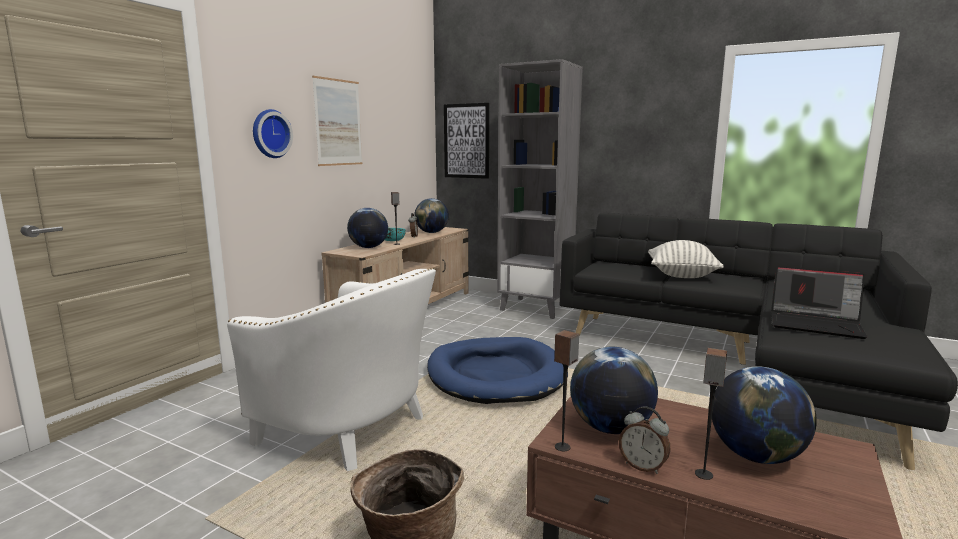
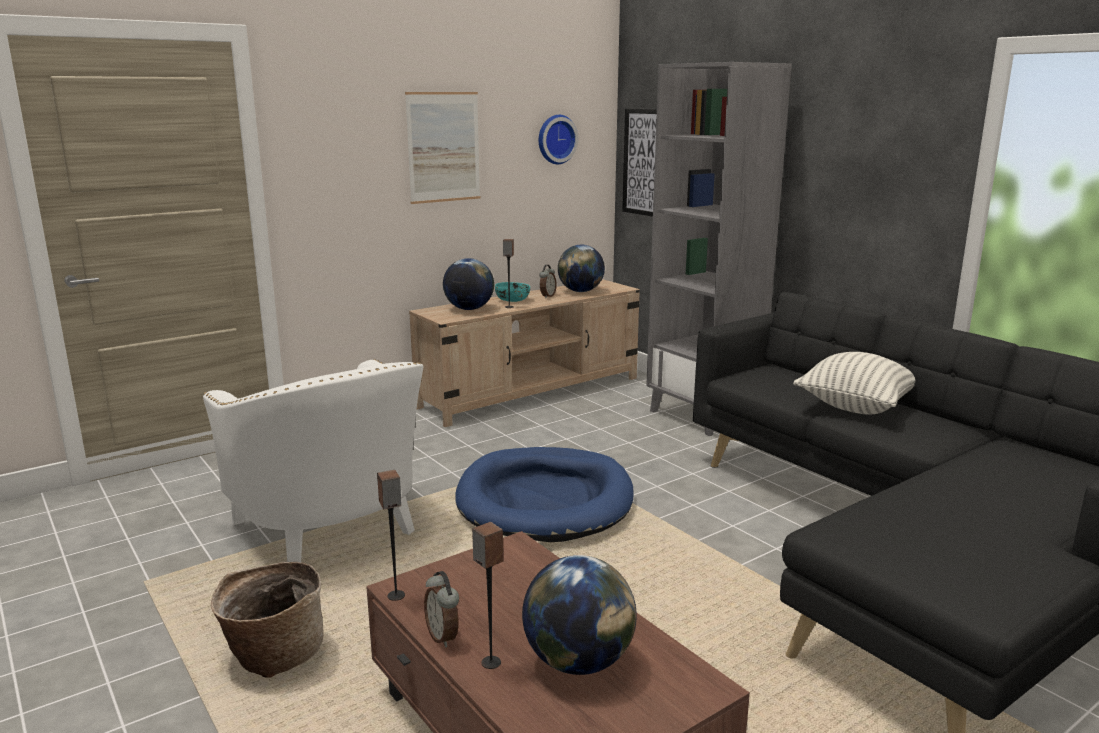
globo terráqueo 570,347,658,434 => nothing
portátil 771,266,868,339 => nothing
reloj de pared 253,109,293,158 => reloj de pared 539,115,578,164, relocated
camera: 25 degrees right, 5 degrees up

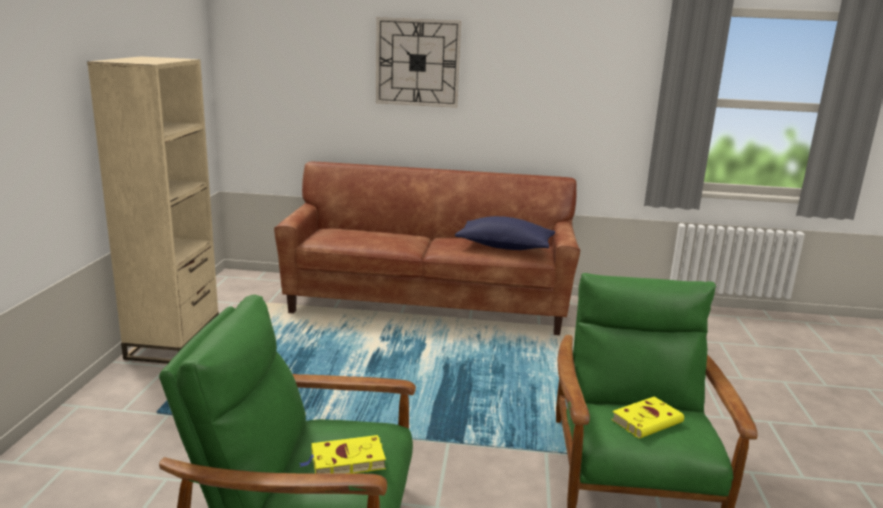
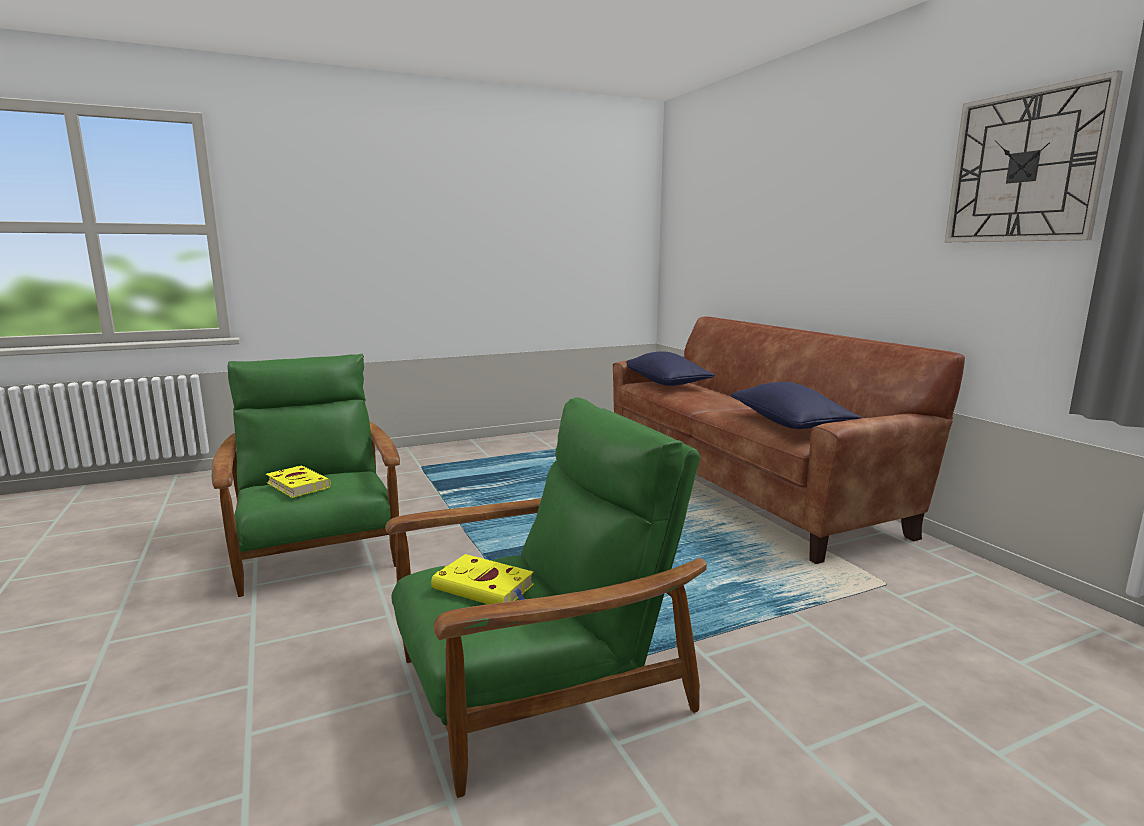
estantería [beis] 87,56,219,364 => nothing
nothing => cojín [azul] 626,351,715,386
reloj de pared 376,17,461,108 => reloj de pared 945,70,1123,242, relocated
camera: 60 degrees right, 5 degrees down

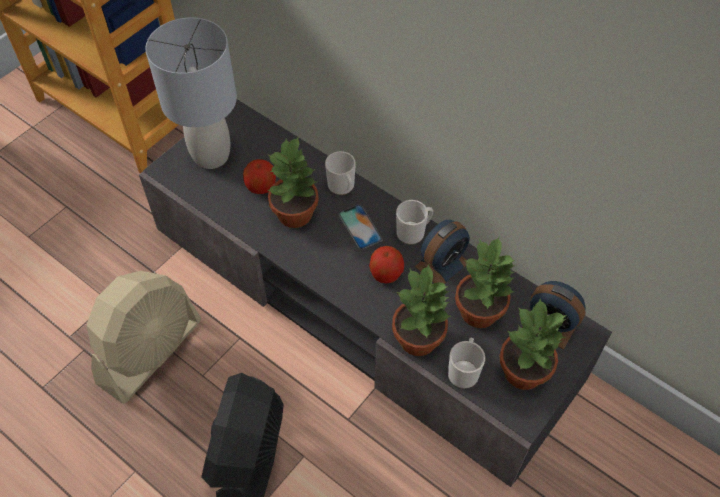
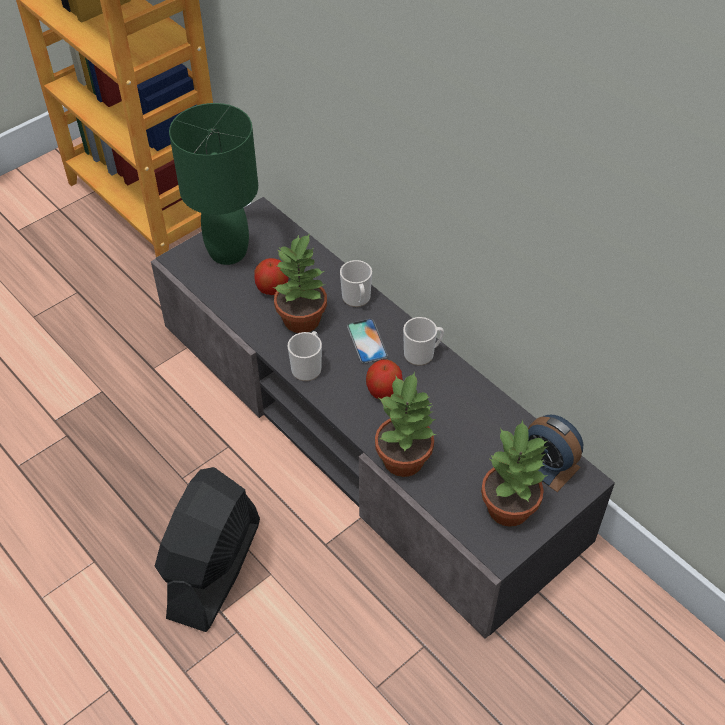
ventilador [beis] 86,271,201,404 => nothing
despertador 415,220,470,284 => nothing
planta en maceta 455,237,516,328 => nothing
taza grande 448,338,485,389 => taza grande 288,331,322,381, relocated
lámpara de mesa [gris] 145,17,237,169 => lámpara de mesa [verde] 169,103,258,265
camera: 10 degrees right, 5 degrees down

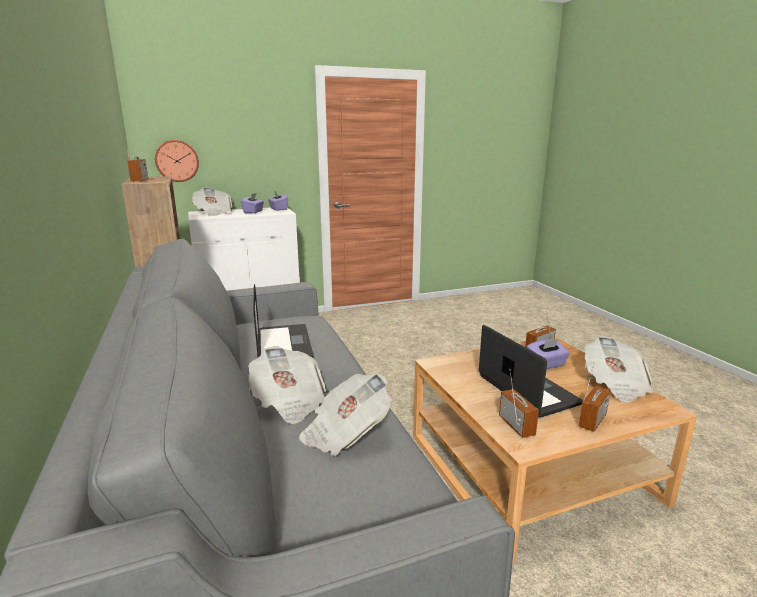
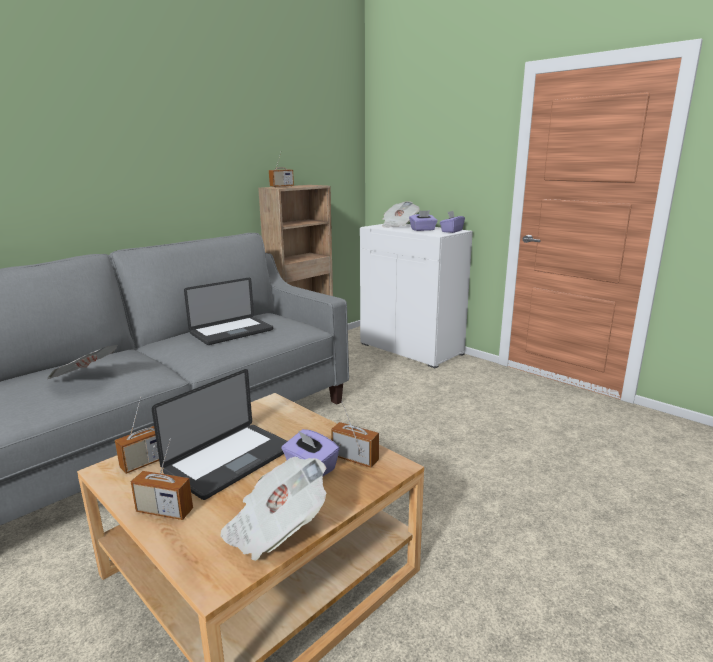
reloj de pared 155,140,199,182 => nothing
periódico 248,346,326,424 => nothing
camera: 65 degrees right, 0 degrees up

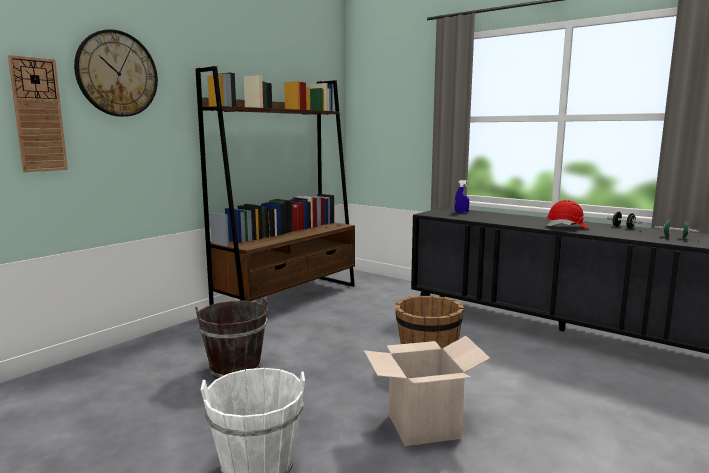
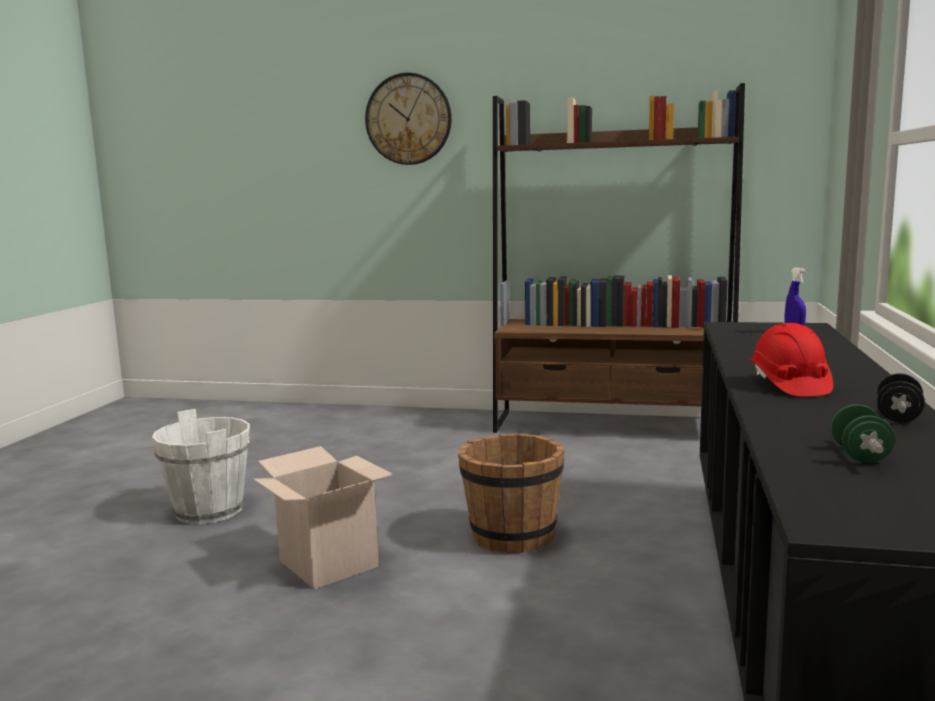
reloj de pared 8,55,68,172 => nothing
cubo [marrón] 195,298,268,379 => nothing
camera: 65 degrees right, 0 degrees up

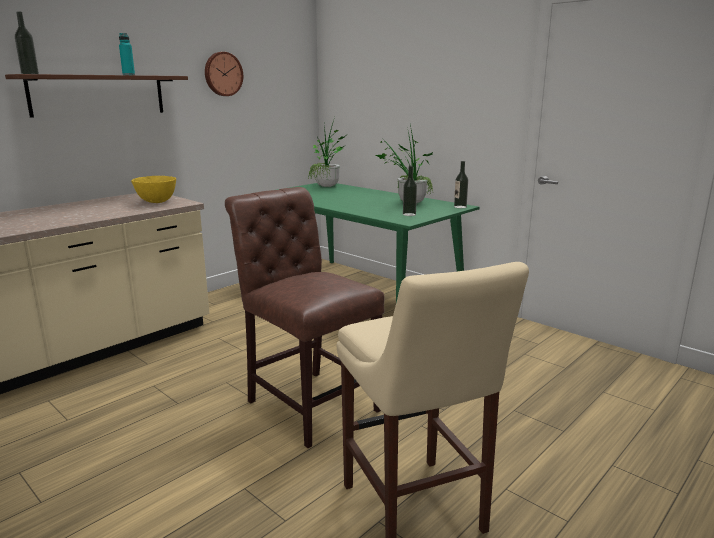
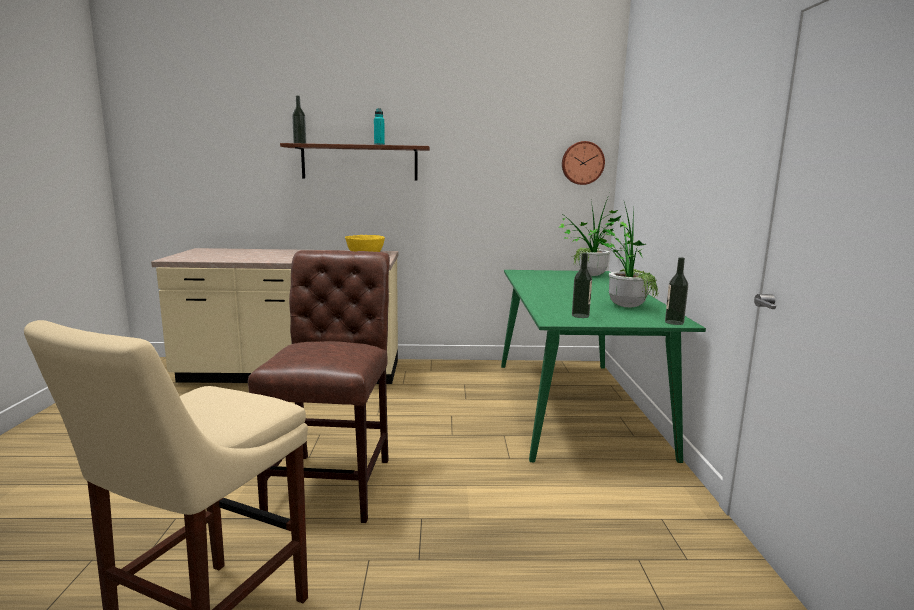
reloj de pared 205,52,243,96 => reloj de pared 562,141,605,185, relocated
camera: 45 degrees right, 5 degrees down

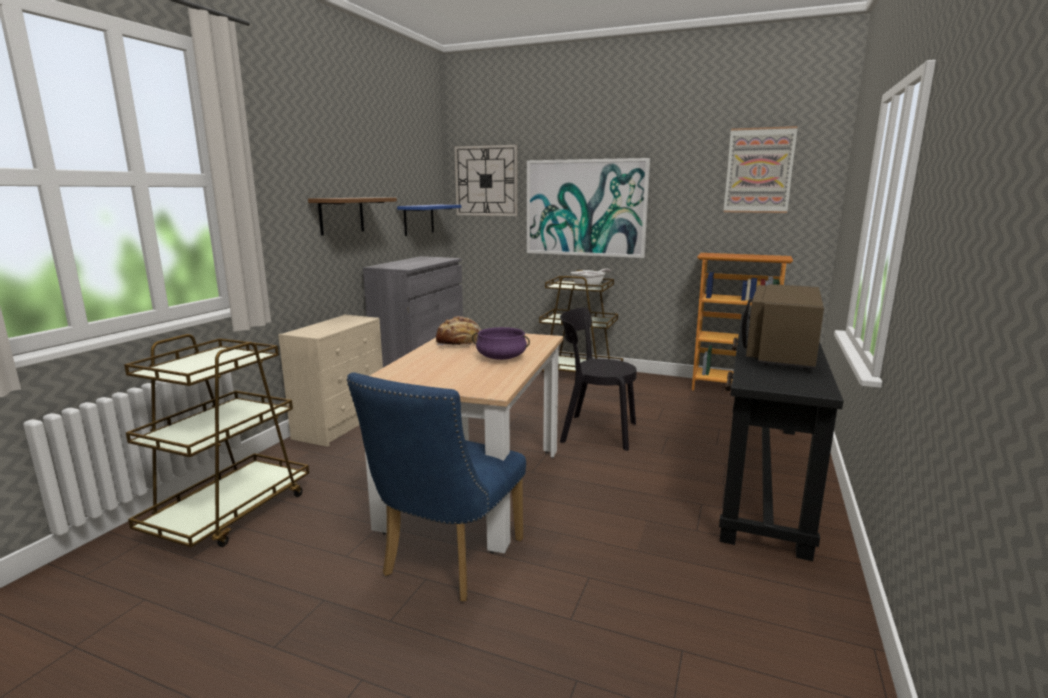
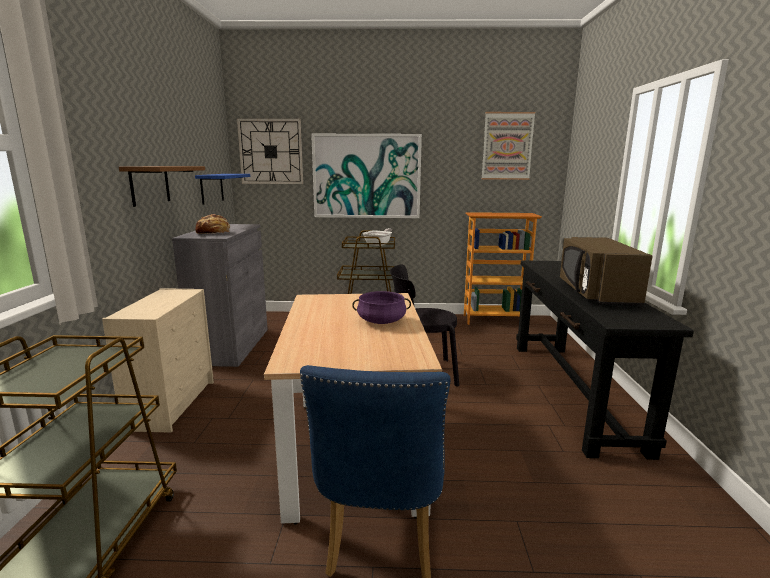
pan 436,316,481,346 => pan 195,214,230,234, relocated
camera: 20 degrees left, 0 degrees up

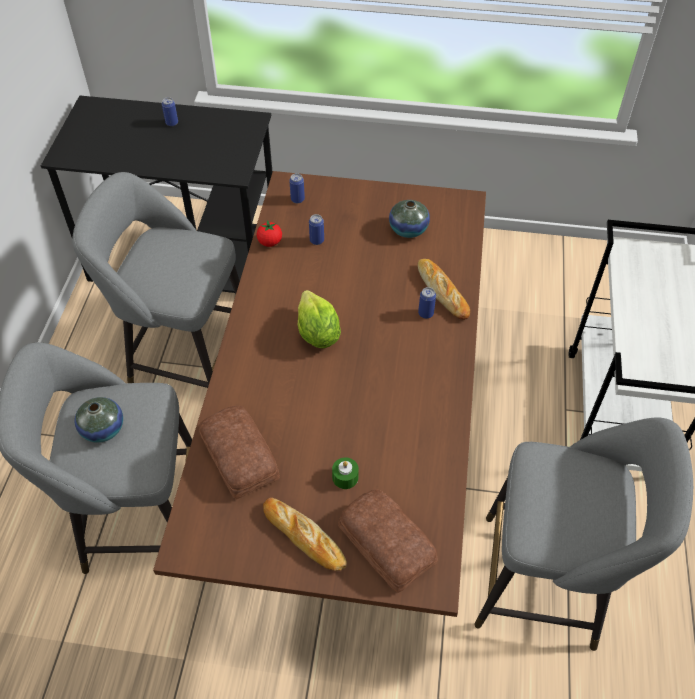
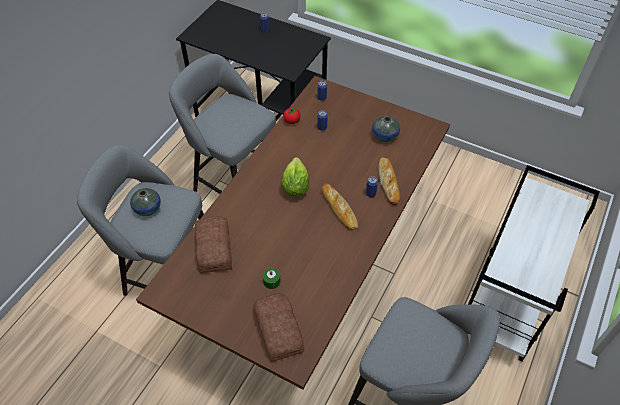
pan 263,497,347,571 => pan 322,184,358,230, relocated
camera: 20 degrees right, 0 degrees up

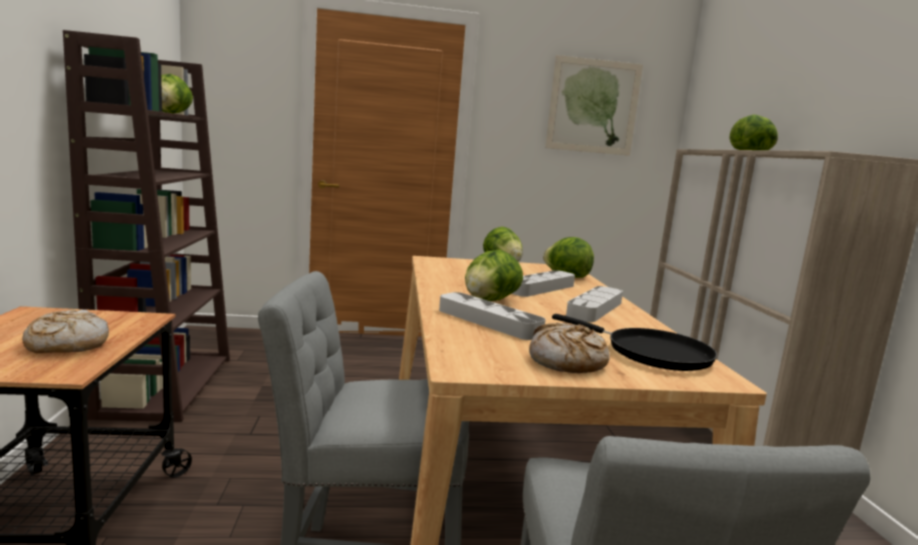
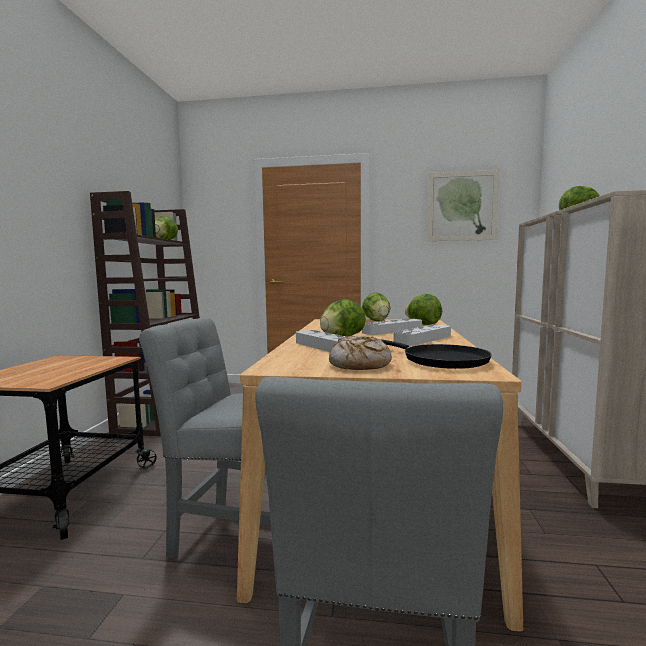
pan 22,310,109,353 => nothing
camera: 15 degrees right, 5 degrees down

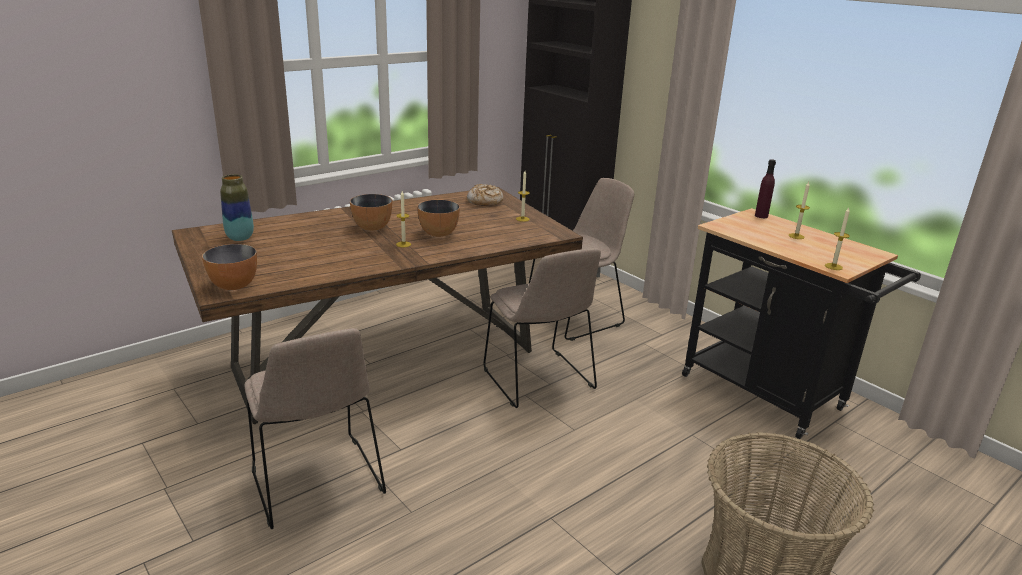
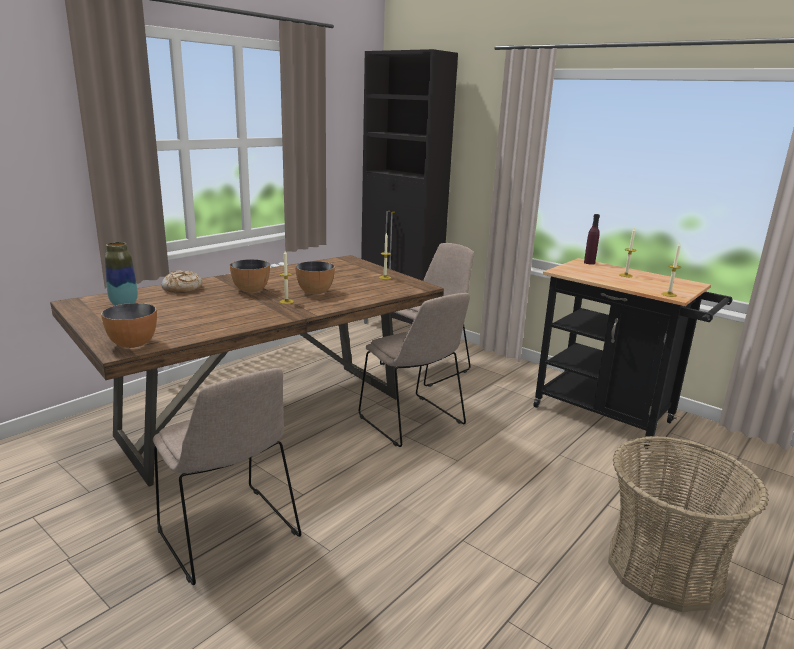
pan 467,184,504,206 => pan 161,270,203,293, relocated
camera: 10 degrees left, 5 degrees down

